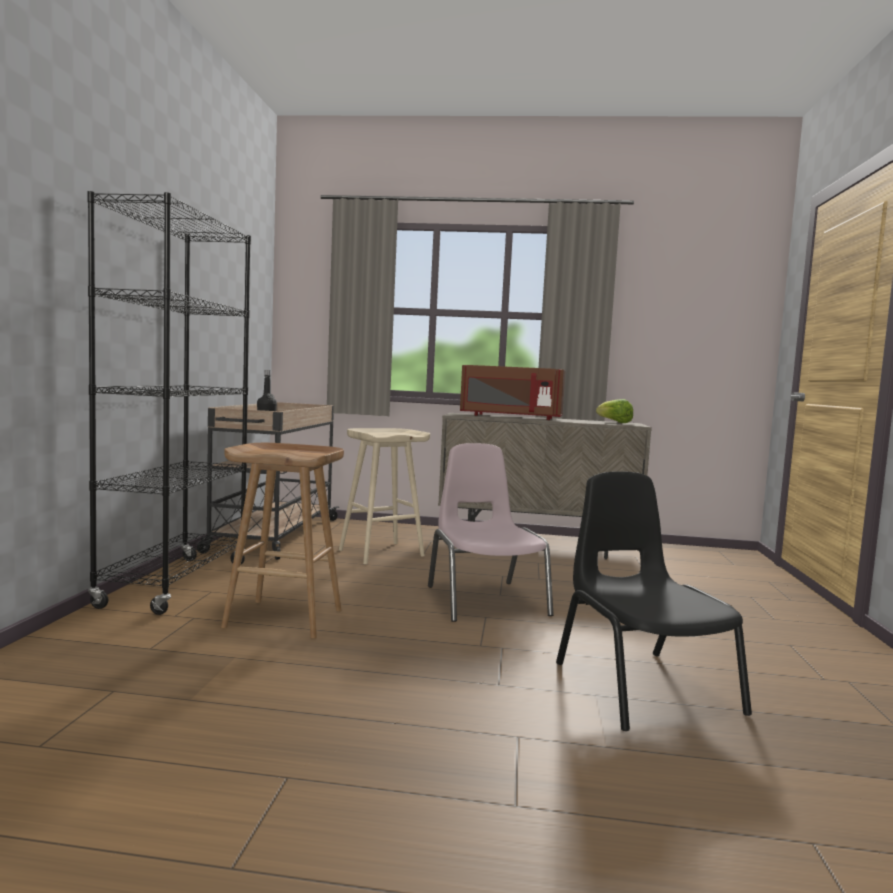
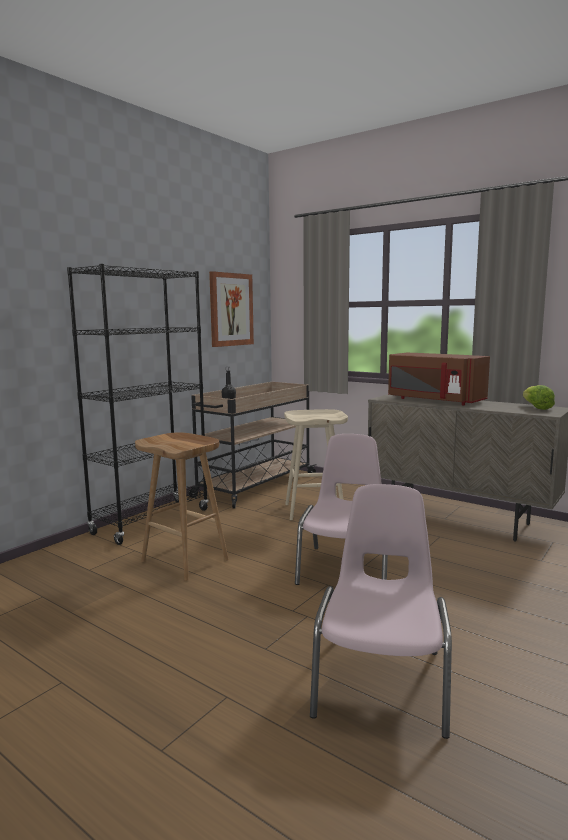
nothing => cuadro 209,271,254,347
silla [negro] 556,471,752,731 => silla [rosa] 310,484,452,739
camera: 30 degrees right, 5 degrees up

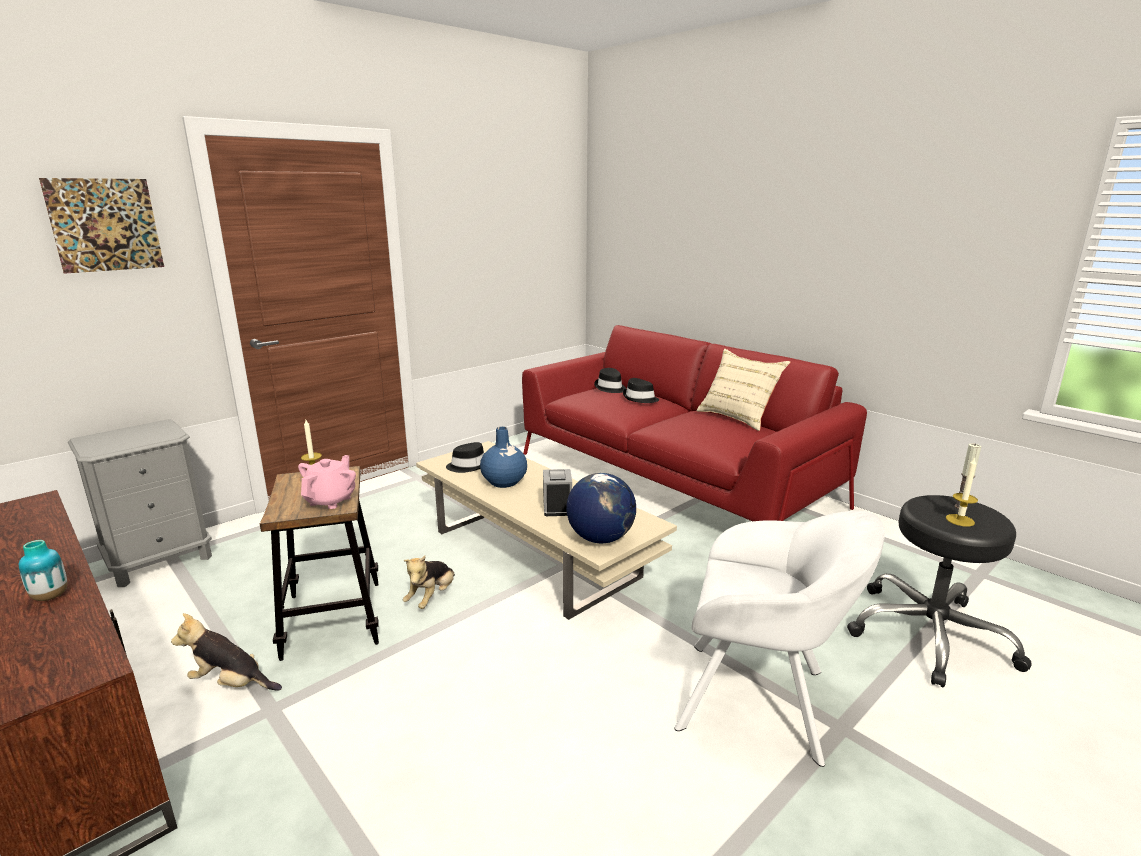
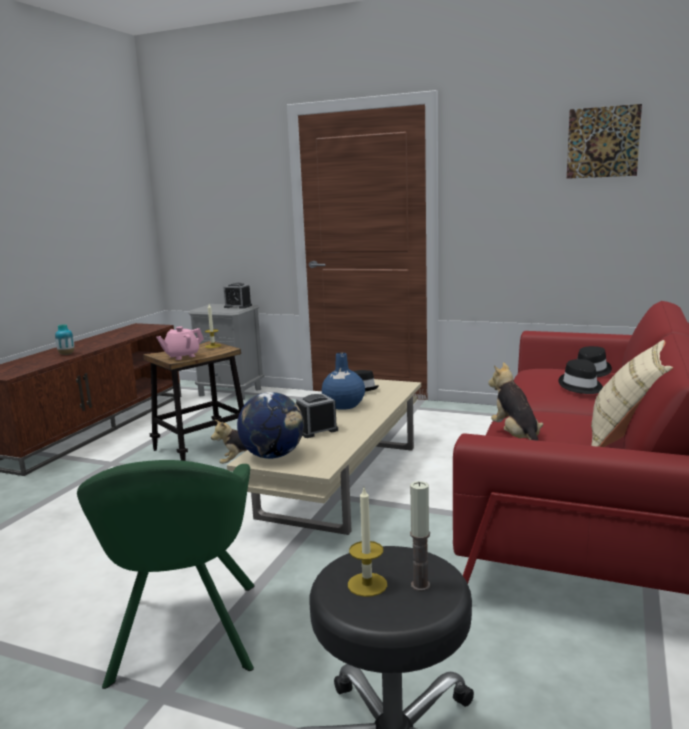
nothing => despertador 223,283,252,309
cuadro 39,178,164,274 => cuadro 567,104,642,179, relocated
peluche 171,613,282,691 => peluche 488,362,543,441, relocated
sillón [blanco] 675,511,885,767 => sillón [verde] 77,460,254,689
tetera [rosa] 298,455,356,509 => tetera [rosa] 156,326,204,360, 150 degrees clockwise
camera: 65 degrees right, 5 degrees down

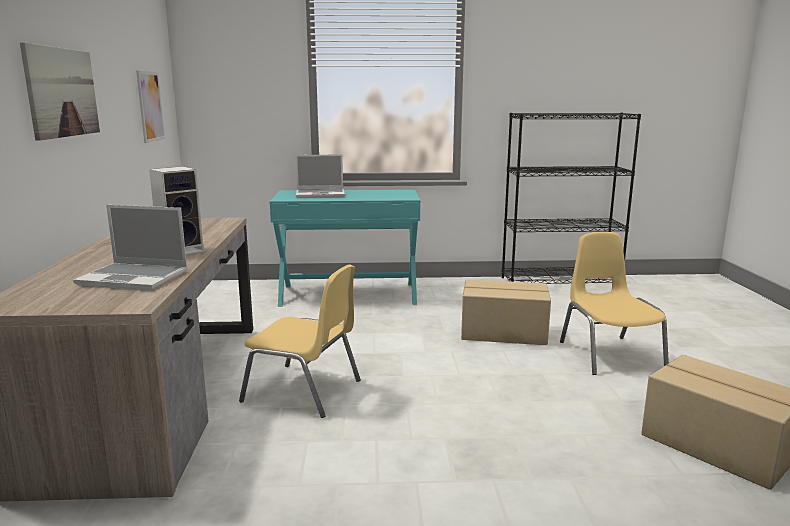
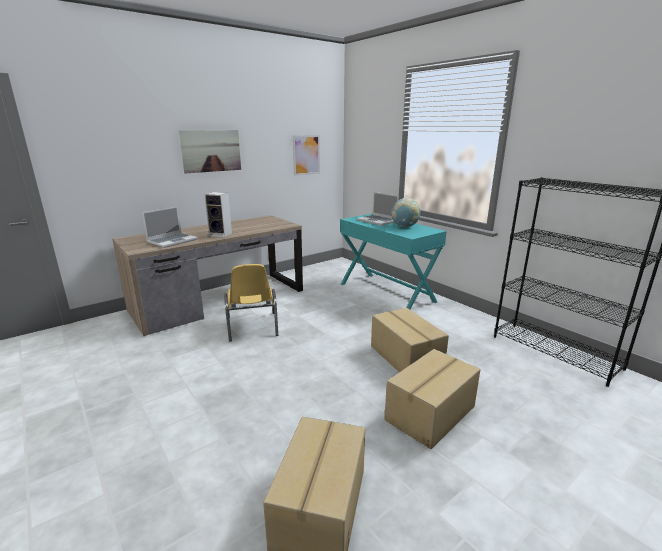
nothing => globo terráqueo 391,198,421,227
silla [amarillo] 560,232,669,375 => caja de cartón 384,349,480,449
portátil 73,205,188,290 => portátil 142,206,198,248, 120 degrees counterclockwise
camera: 55 degrees right, 5 degrees up

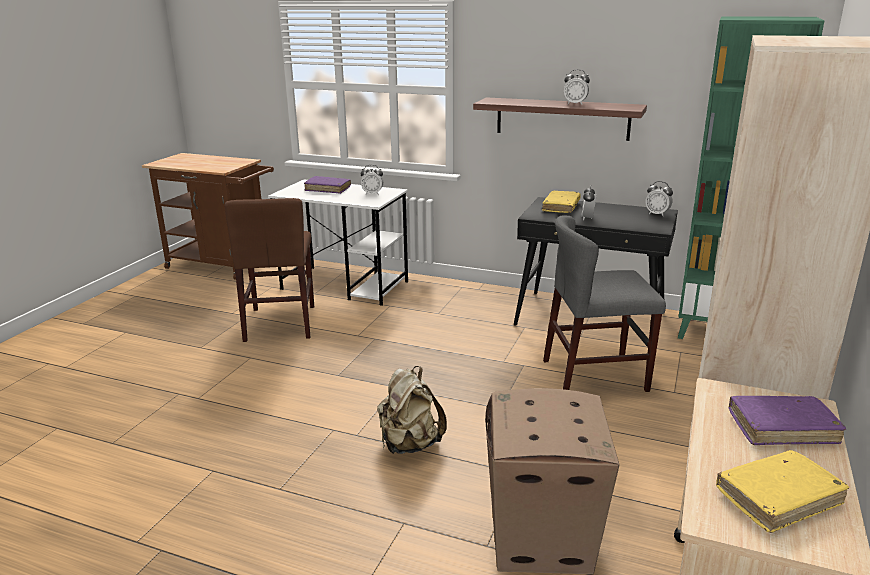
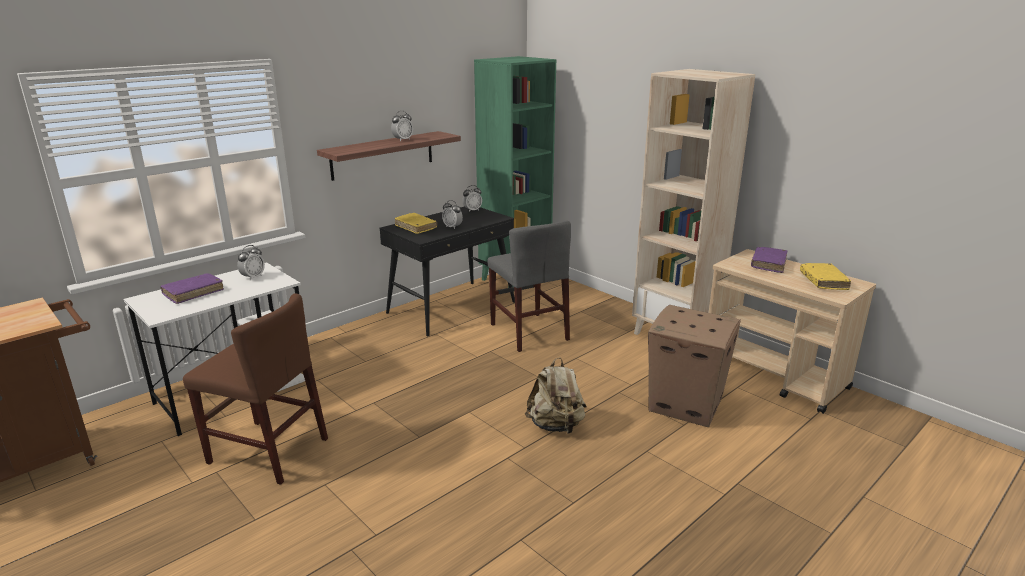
silla [gris] 543,215,666,392 => silla [gris] 488,220,571,352, 45 degrees counterclockwise
camera: 65 degrees left, 0 degrees up

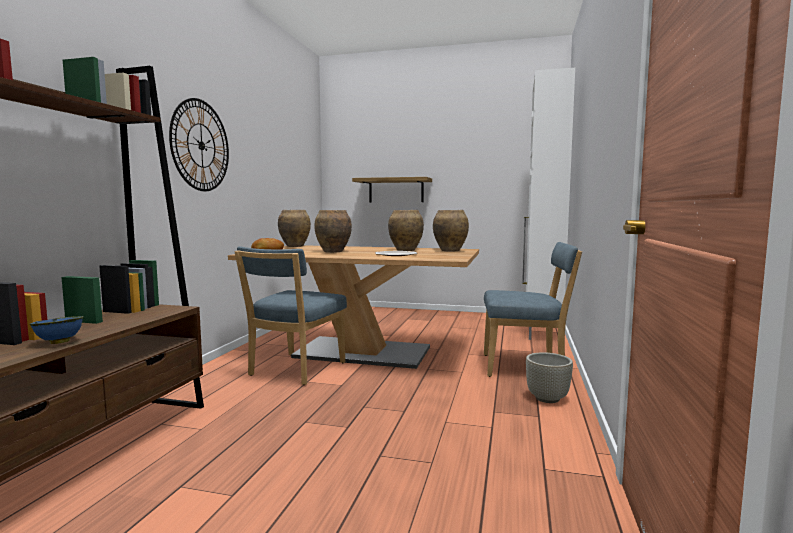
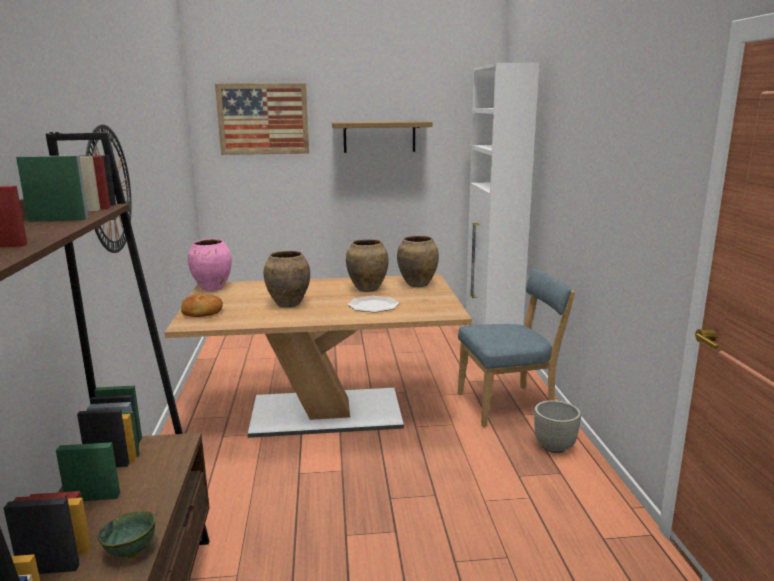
silla [azul] 234,246,347,385 => nothing
nothing => cuadro 215,83,309,155
estante 352,177,432,202 => estante 332,121,433,153, relocated
cuenco [azul] 30,316,84,344 => cuenco [verde] 97,511,156,558
florero [marrón] 278,210,311,247 => florero [rosa] 188,239,232,291
camera: 20 degrees left, 10 degrees up

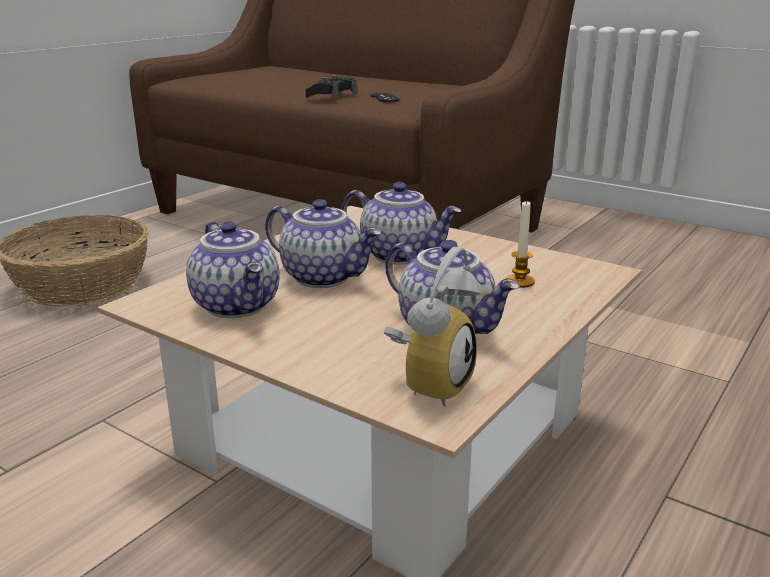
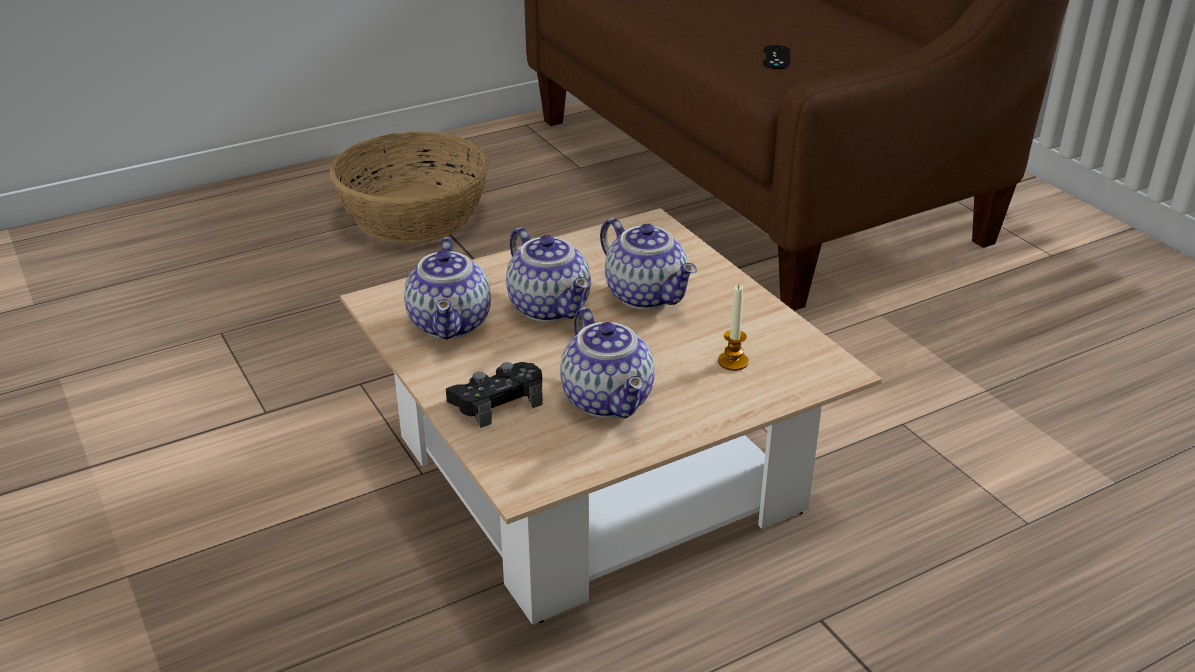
despertador 384,247,481,407 => nothing
mando de consola [negro] 306,75,357,100 => mando de consola [negro] 446,362,542,428, relocated
camera: 25 degrees right, 10 degrees up

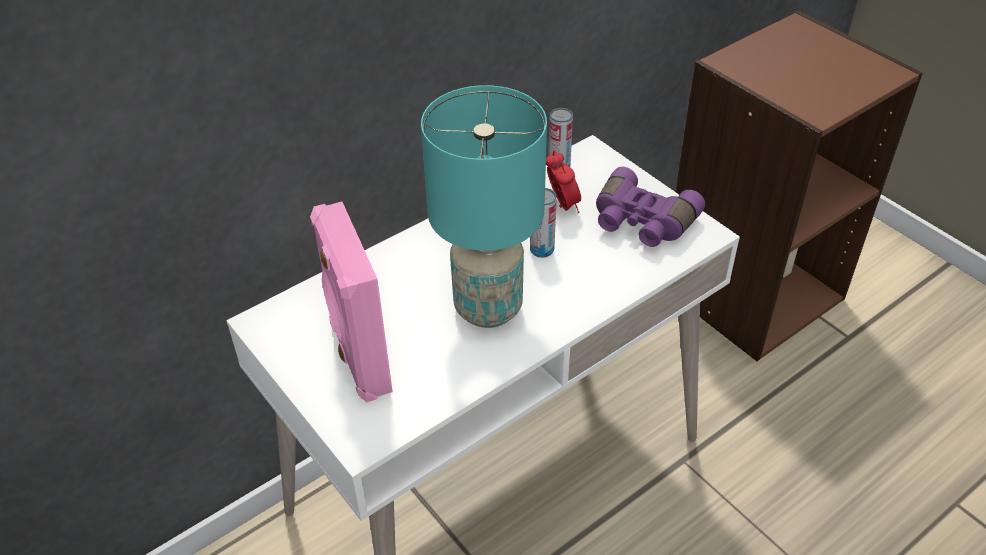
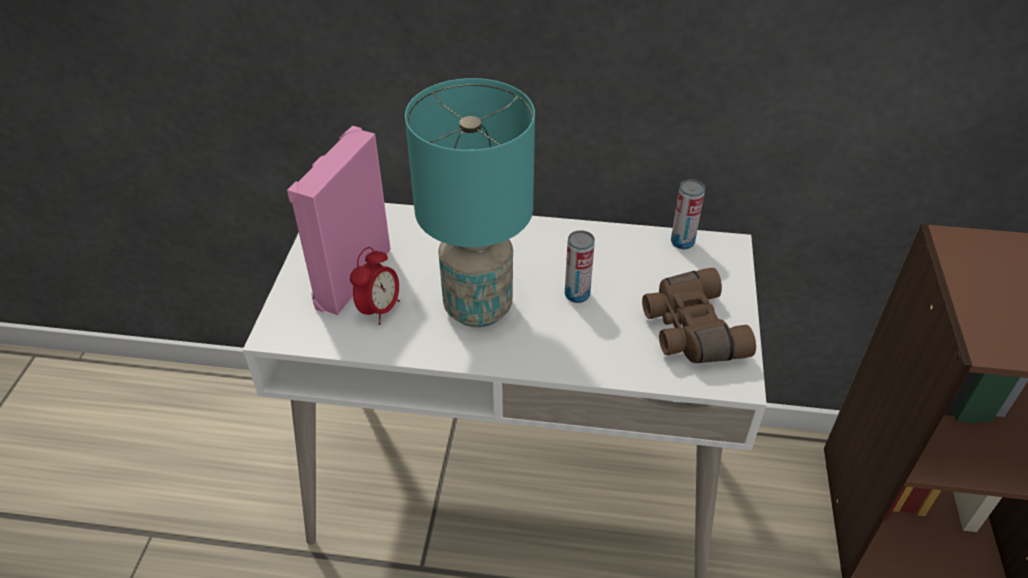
despertador 546,151,581,213 => despertador 350,247,400,325, relocated
prismáticos [morado] 596,167,705,247 => prismáticos [marrón] 642,268,756,363
camera: 45 degrees right, 0 degrees up

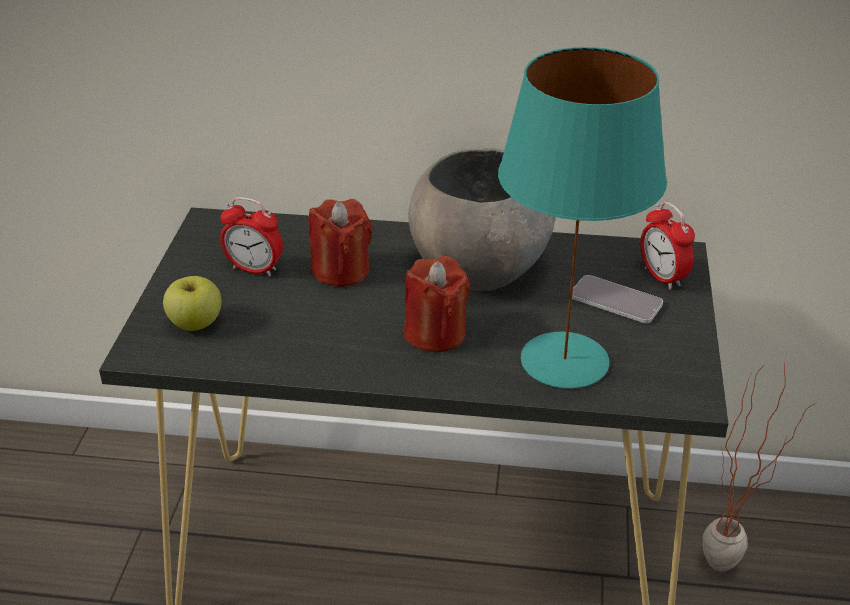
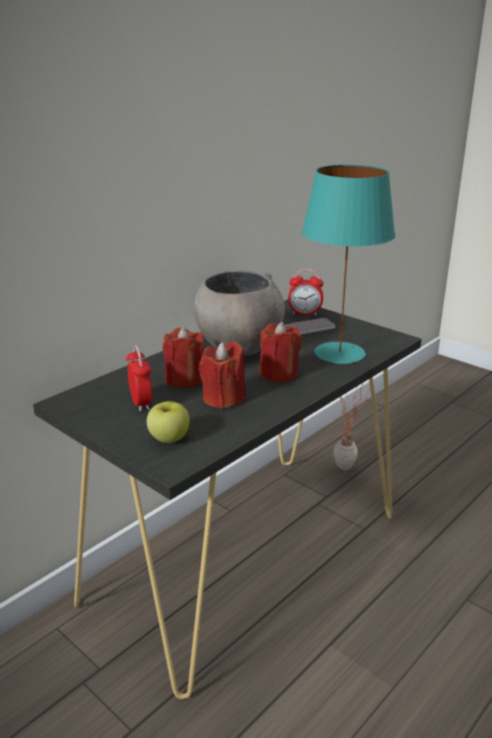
nothing => vela [rojo] 199,342,246,409
despertador 220,197,283,276 => despertador 126,345,152,412, 75 degrees counterclockwise
camera: 55 degrees left, 10 degrees down

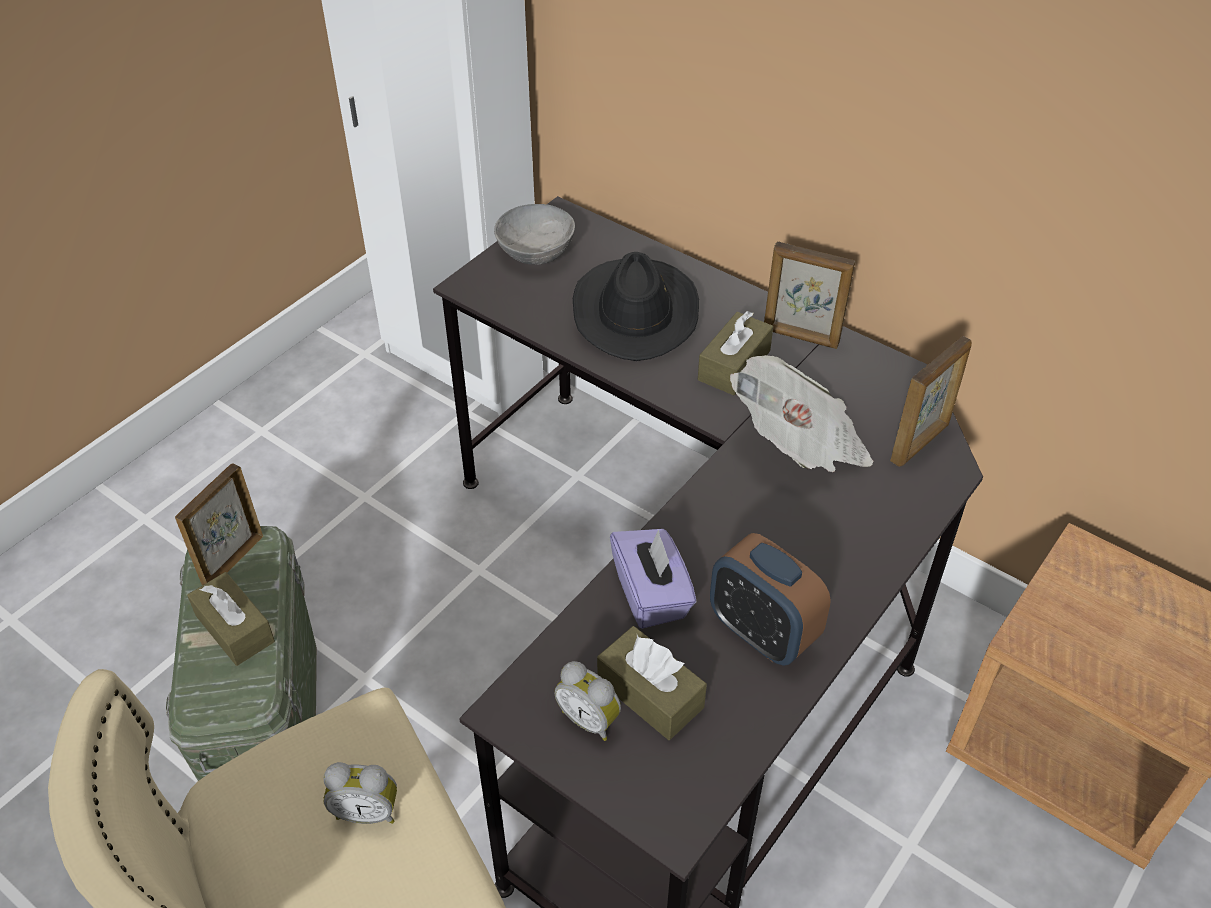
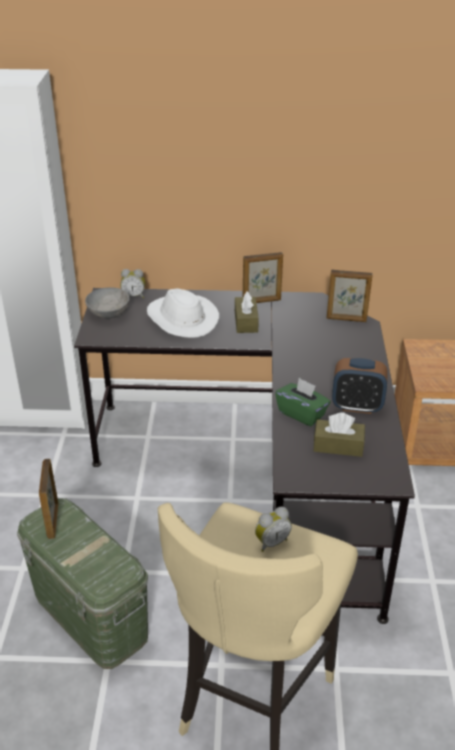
caja de pañuelos [marrón] 187,572,275,666 => nothing
periódico 730,355,874,472 => nothing
despertador 555,661,621,741 => despertador 120,269,145,298, relocated
sombrero [negro] 573,252,699,361 => sombrero [blanco] 147,288,219,338
caja de pañuelos [morado] 610,529,696,629 => caja de pañuelos [verde] 275,378,331,426
portarretratos 890,336,972,467 => portarretratos 327,270,373,322, 90 degrees clockwise
camera: 35 degrees left, 10 degrees down

